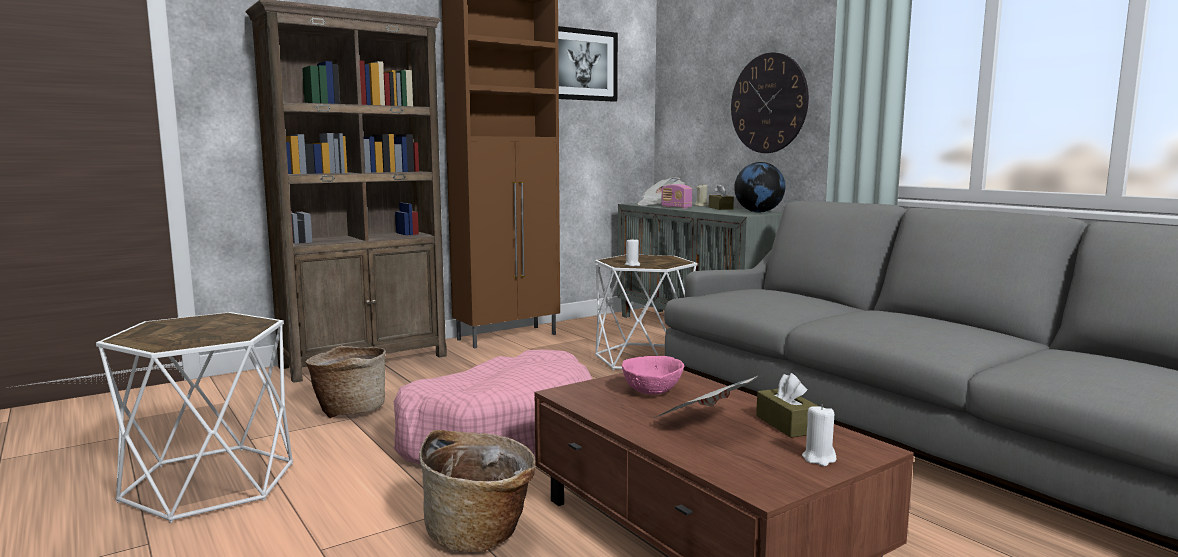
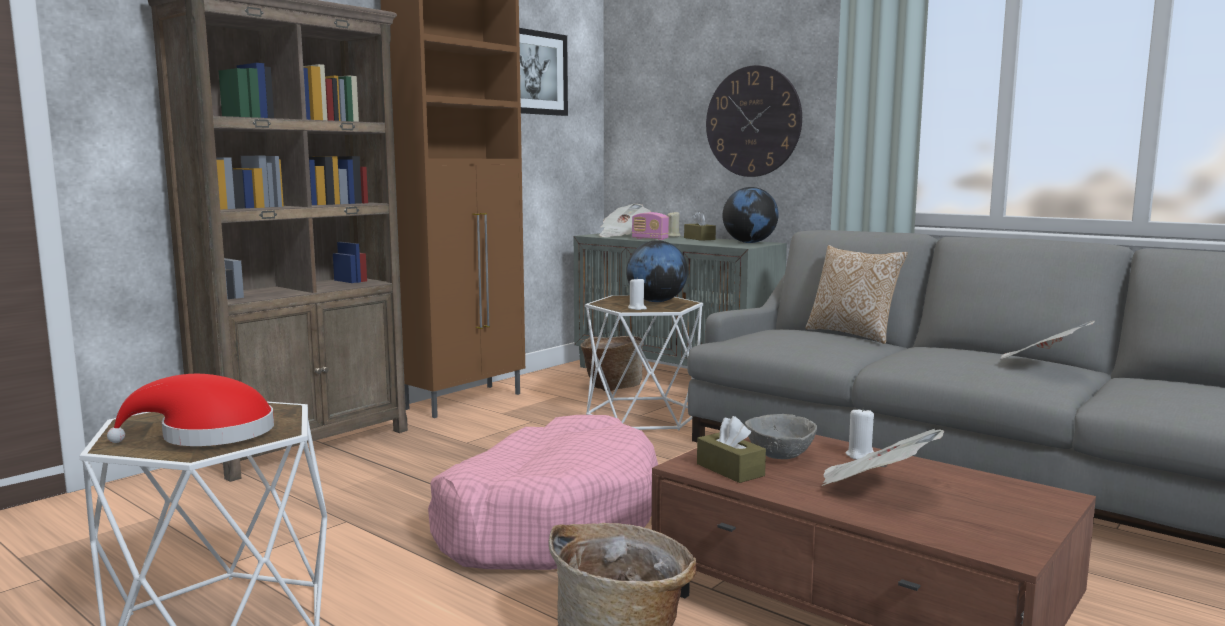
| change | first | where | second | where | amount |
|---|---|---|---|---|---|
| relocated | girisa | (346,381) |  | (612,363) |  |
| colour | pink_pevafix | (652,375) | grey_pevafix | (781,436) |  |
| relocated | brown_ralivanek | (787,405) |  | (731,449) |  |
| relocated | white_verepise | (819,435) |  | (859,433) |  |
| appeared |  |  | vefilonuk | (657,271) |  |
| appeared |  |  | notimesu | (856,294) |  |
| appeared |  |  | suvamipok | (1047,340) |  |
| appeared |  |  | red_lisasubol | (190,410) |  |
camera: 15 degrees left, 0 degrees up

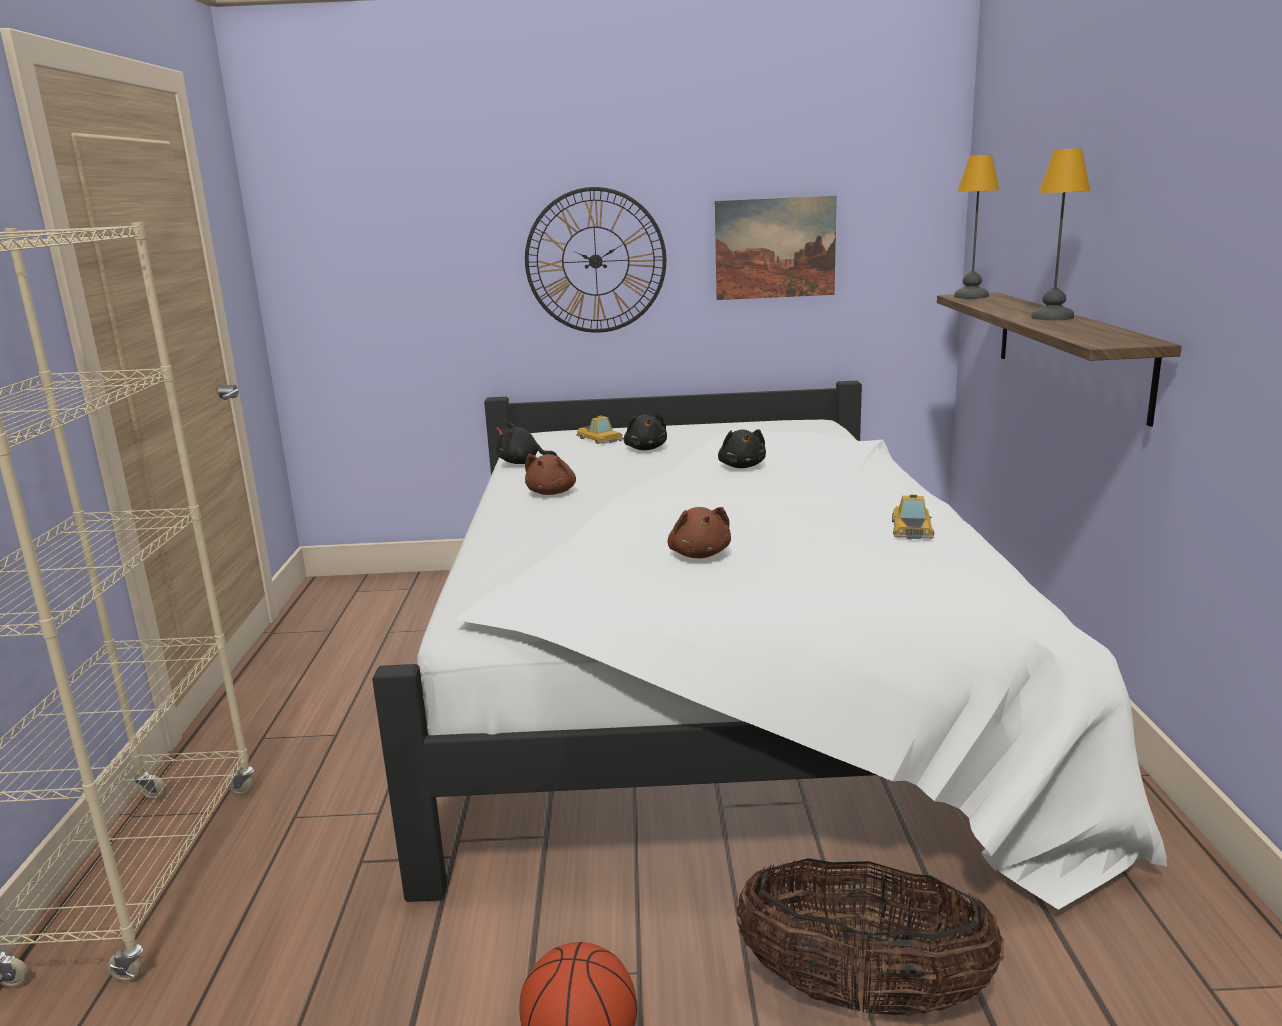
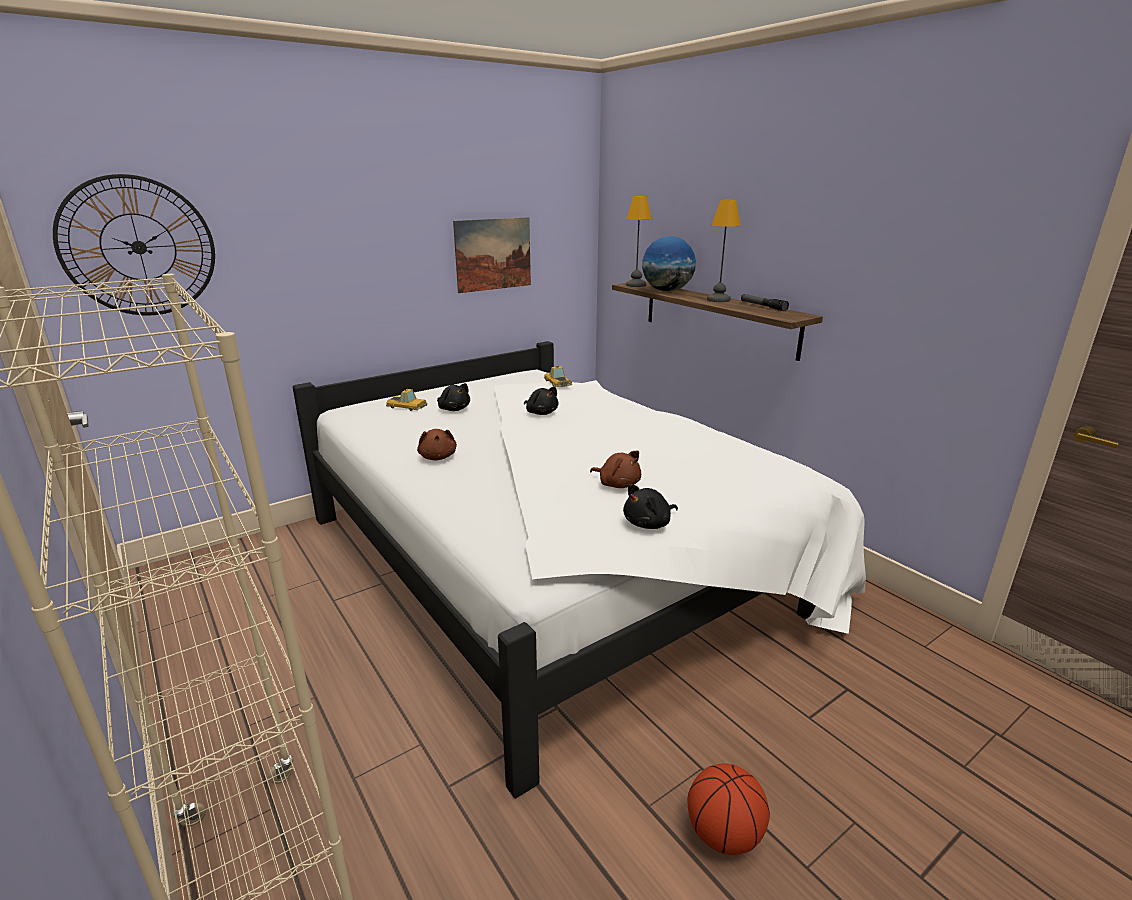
| change | first | where | second | where | amount |
|---|---|---|---|---|---|
| relocated | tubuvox | (595,260) |  | (134,245) |  |
| relocated | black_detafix | (526,443) |  | (650,506) |  |
| relocated | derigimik | (913,516) |  | (558,376) |  |
| missing | girisa | (870,937) |  |  |  |
| appeared |  |  | vefilonuk | (669,264) |  |
| appeared |  |  | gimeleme | (765,302) |  |
camera: 35 degrees left, 5 degrees up

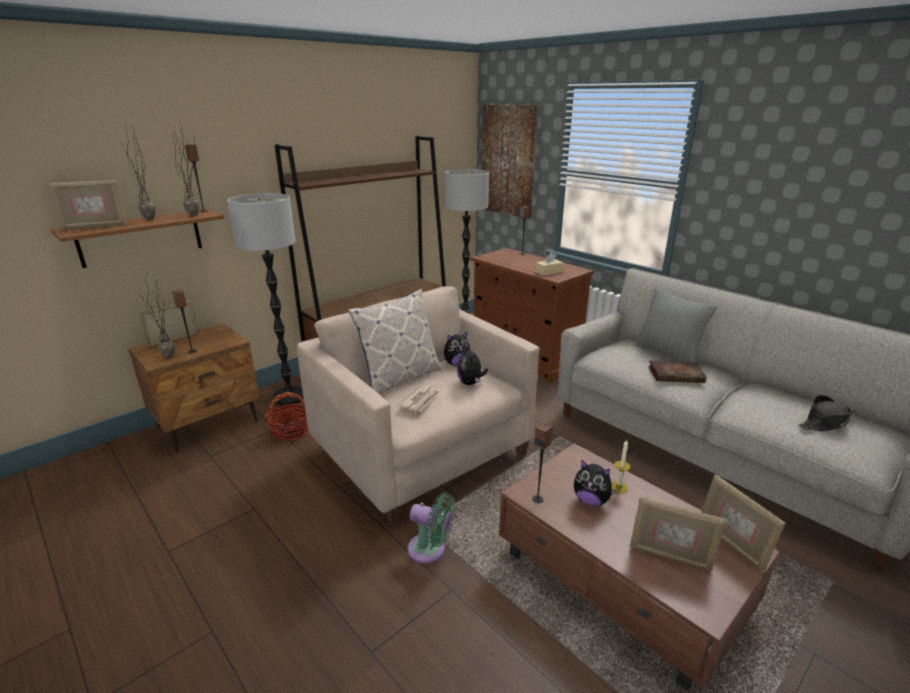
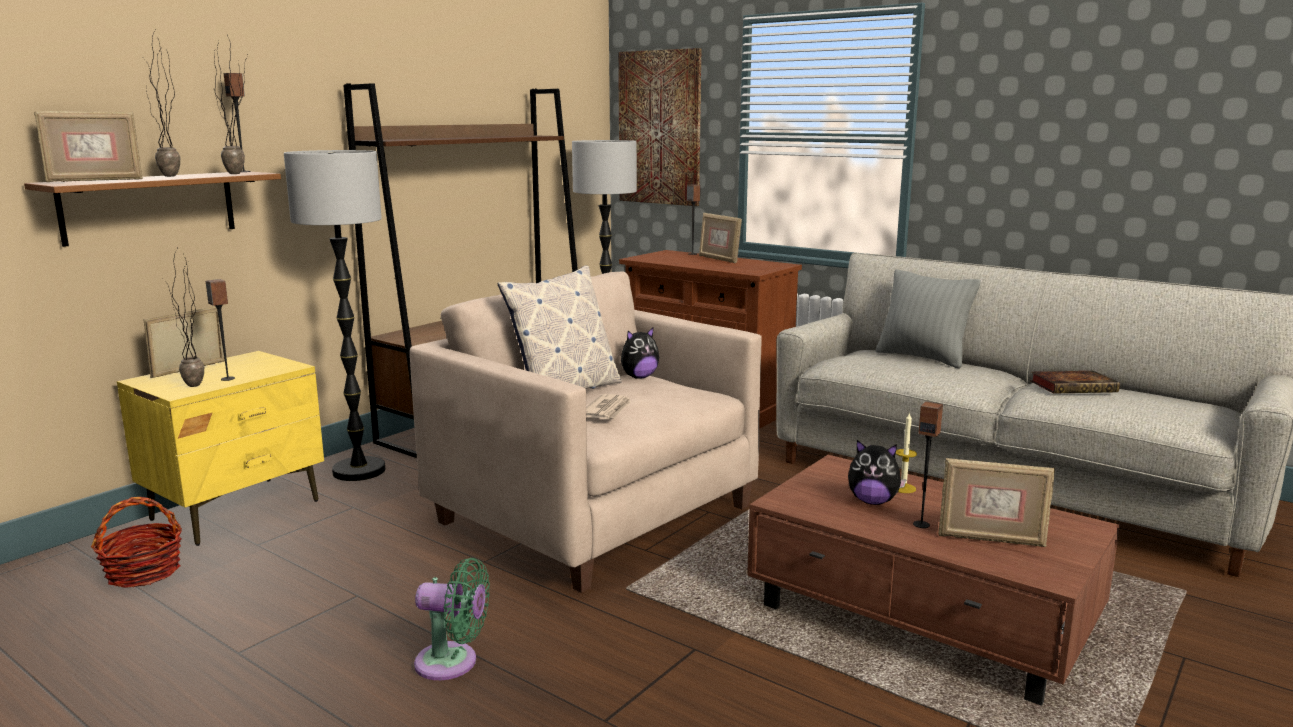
| change | first | where | second | where | amount |
|---|---|---|---|---|---|
| missing | beige_ralivanek | (549,264) |  |  |  |
| colour | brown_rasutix | (194,388) | yellow_rasutix | (220,448) |  |
| missing | detafix | (472,365) |  |  |  |
| relocated | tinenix | (677,372) |  | (1075,382) |  |
| relocated | girisa | (286,416) |  | (136,542) |  |
| missing | black_lisasubol | (827,413) |  |  |  |
| relocated | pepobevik | (542,462) |  | (928,464) |  |
| relocated | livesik | (743,523) |  | (720,238) |  |
| relocated | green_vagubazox | (431,528) |  | (452,619) |  |
camera: 10 degrees left, 10 degrees down

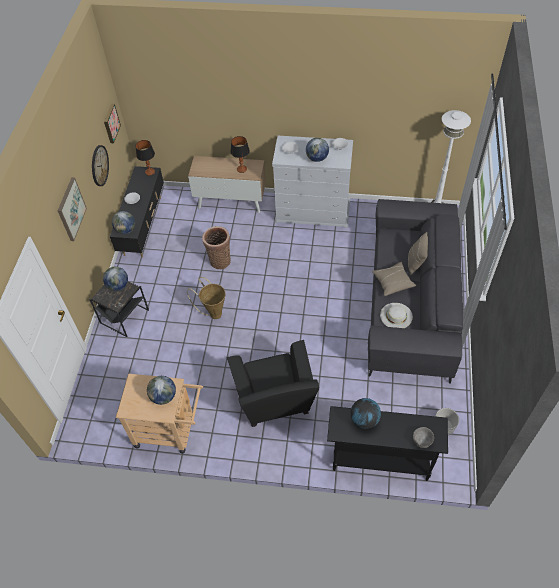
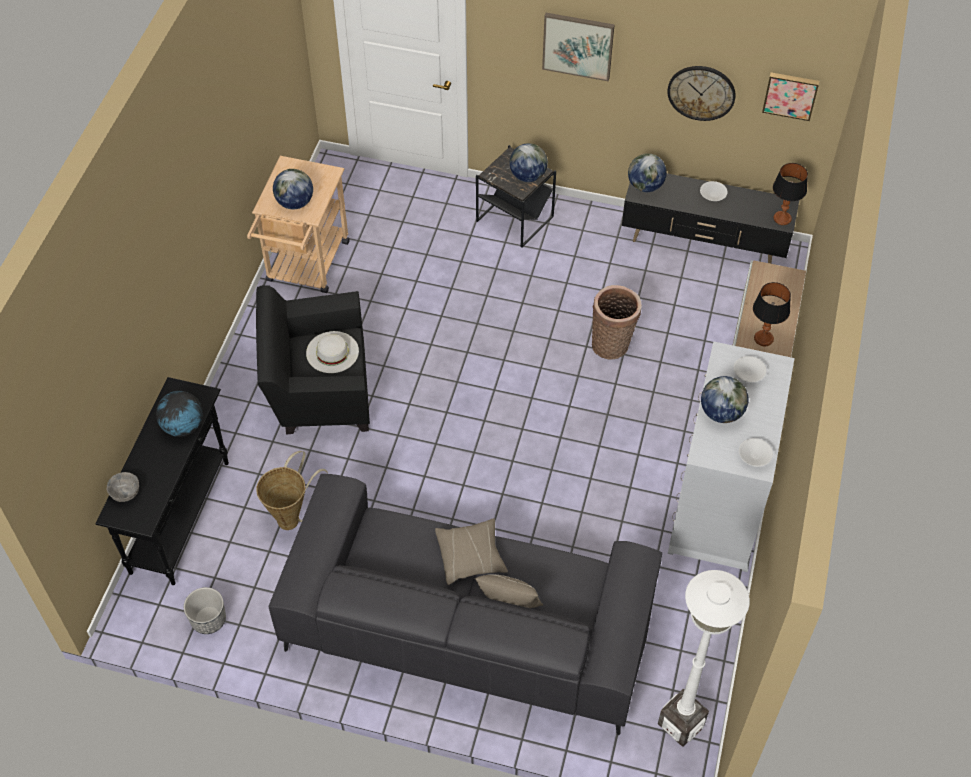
| change | first | where | second | where | amount |
|---|---|---|---|---|---|
| relocated | girisa | (206,298) |  | (292,490) |  |
| relocated | white_lisasubol | (396,315) |  | (332,352) |  |
camera: 95 degrees right, 0 degrees up

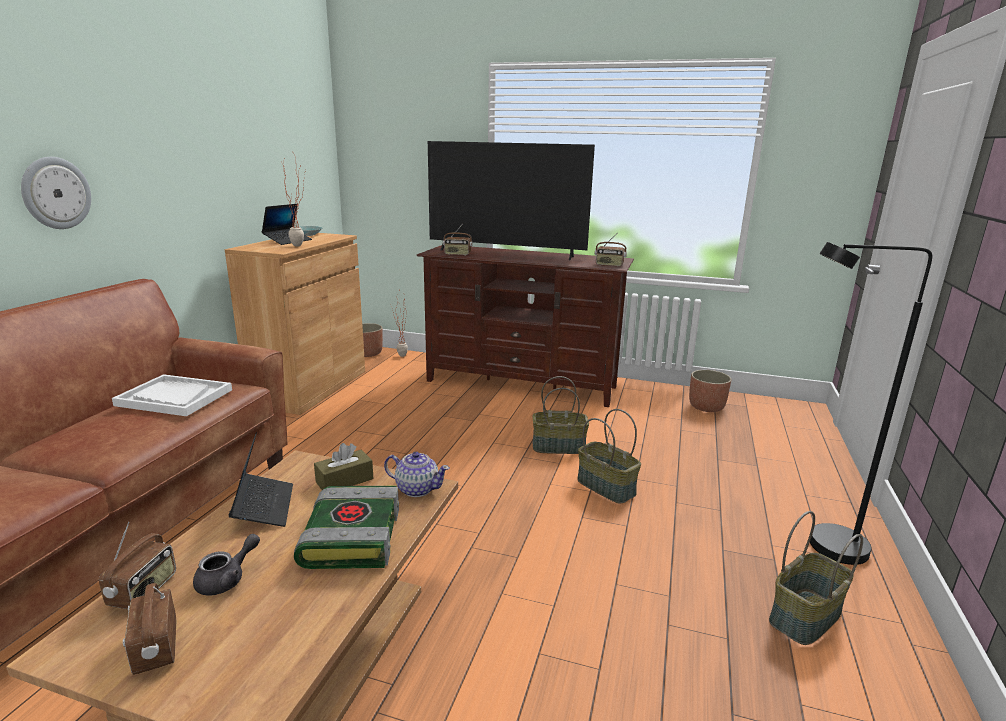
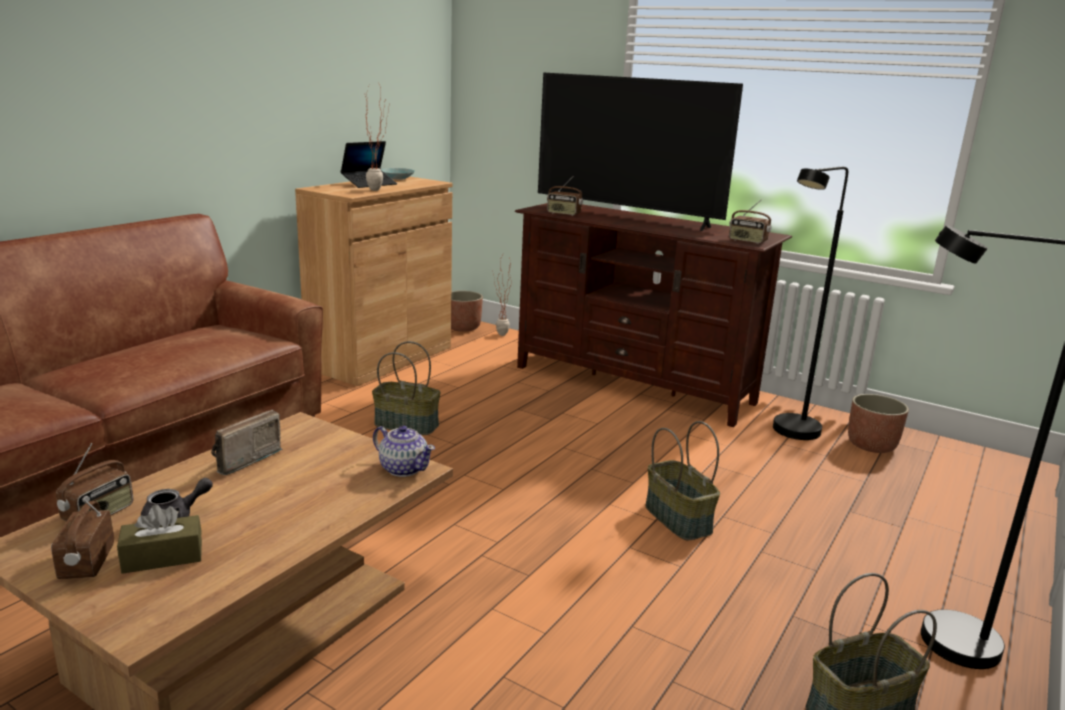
| change | first | where | second | where | amount |
|---|---|---|---|---|---|
| missing | tubuvox | (56,193) |  |  |  |
| missing | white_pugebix | (172,395) |  |  |  |
| relocated | girisa | (560,415) |  | (406,388) |  |
| exchanged | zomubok | (261,479) | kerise | (247,442) |  |
| relocated | brown_ralivanek | (344,466) |  | (159,539) |  |
| missing | tinenix | (346,527) |  |  |  |
| appeared |  |  | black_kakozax | (810,303) |  |
camera: 15 degrees right, 0 degrees up

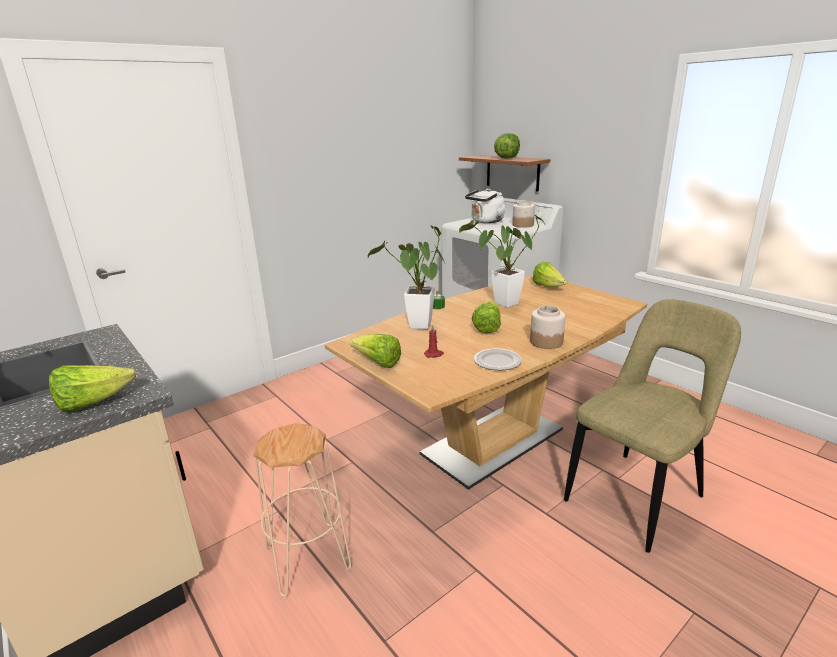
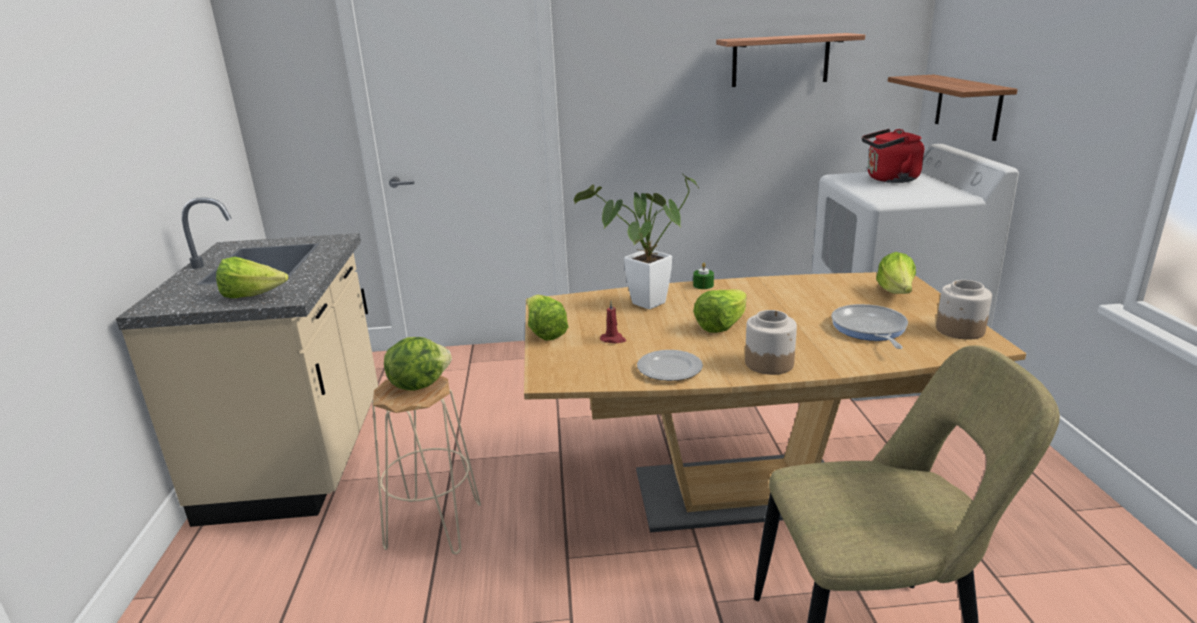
| change | first | where | second | where | amount |
|---|---|---|---|---|---|
| relocated | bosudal | (507,146) |  | (418,364) |  |
| colour | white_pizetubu | (485,206) | red_pizetubu | (893,156) |  |
| relocated | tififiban | (523,214) |  | (964,310) |  |
| missing | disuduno | (502,261) |  |  |  |
| appeared |  |  | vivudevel | (790,60) |  |
| appeared |  |  | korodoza | (869,326) |  |
camera: 35 degrees right, 0 degrees up

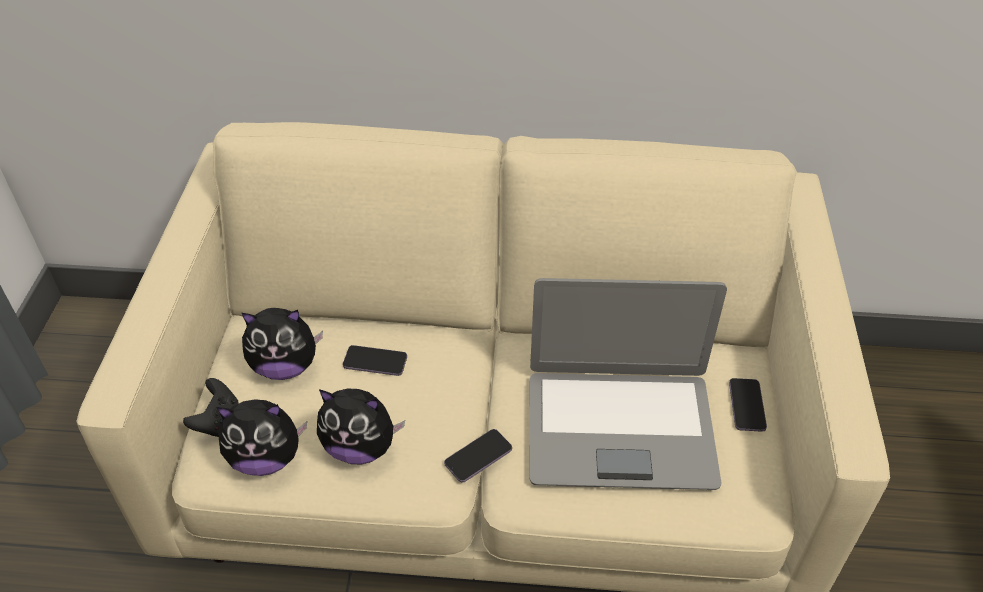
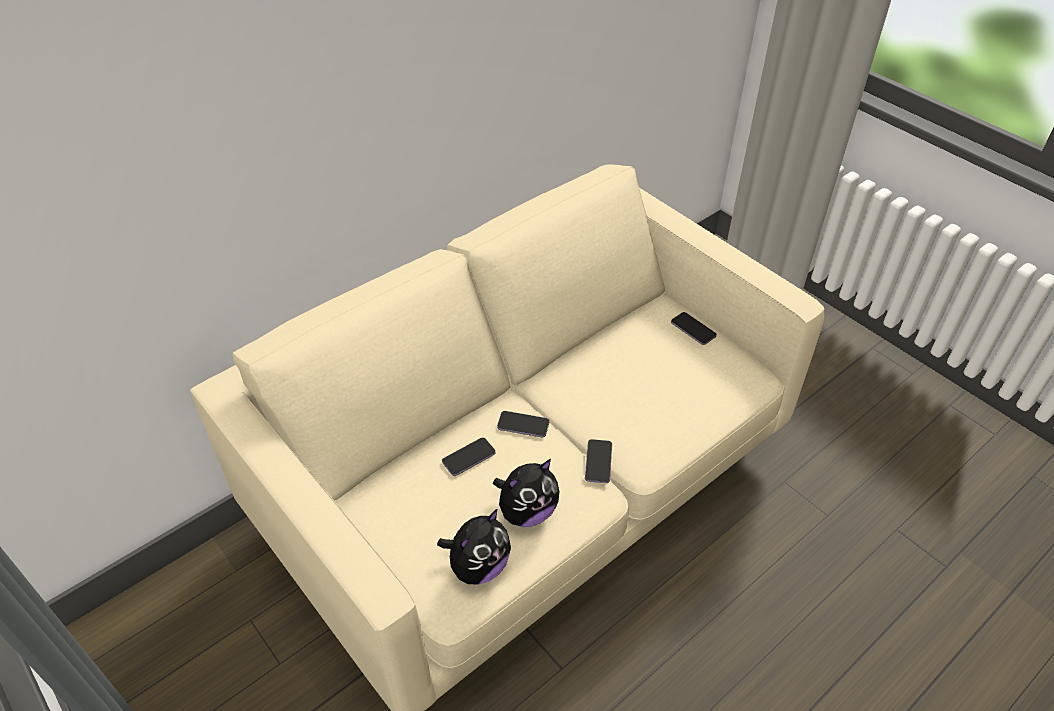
| change | first | where | second | where | amount |
|---|---|---|---|---|---|
| missing | zomubok | (628,384) |  |  |  |
| missing | detafix | (282,344) |  |  |  |
| missing | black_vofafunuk | (211,407) |  |  |  |
| appeared |  |  | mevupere | (523,424) |  |
camera: 45 degrees left, 0 degrees up

